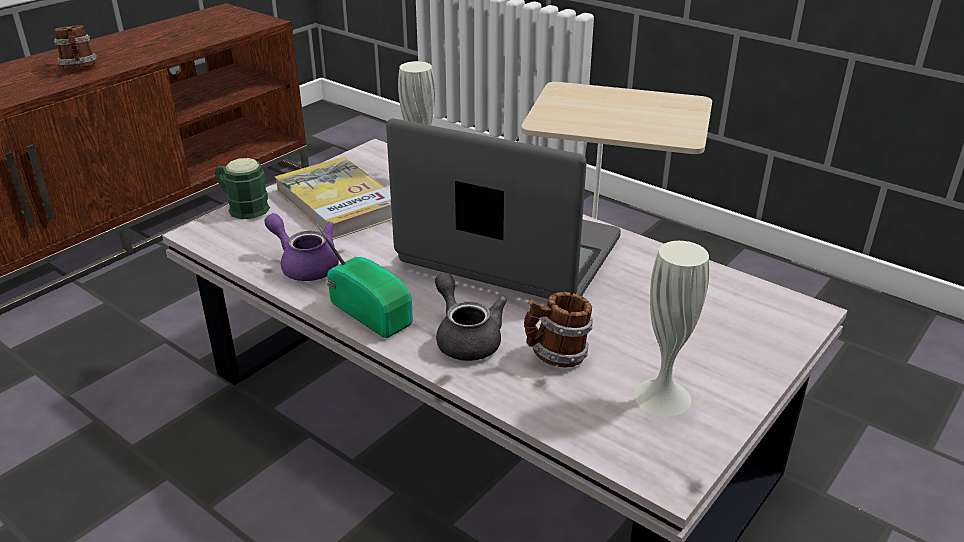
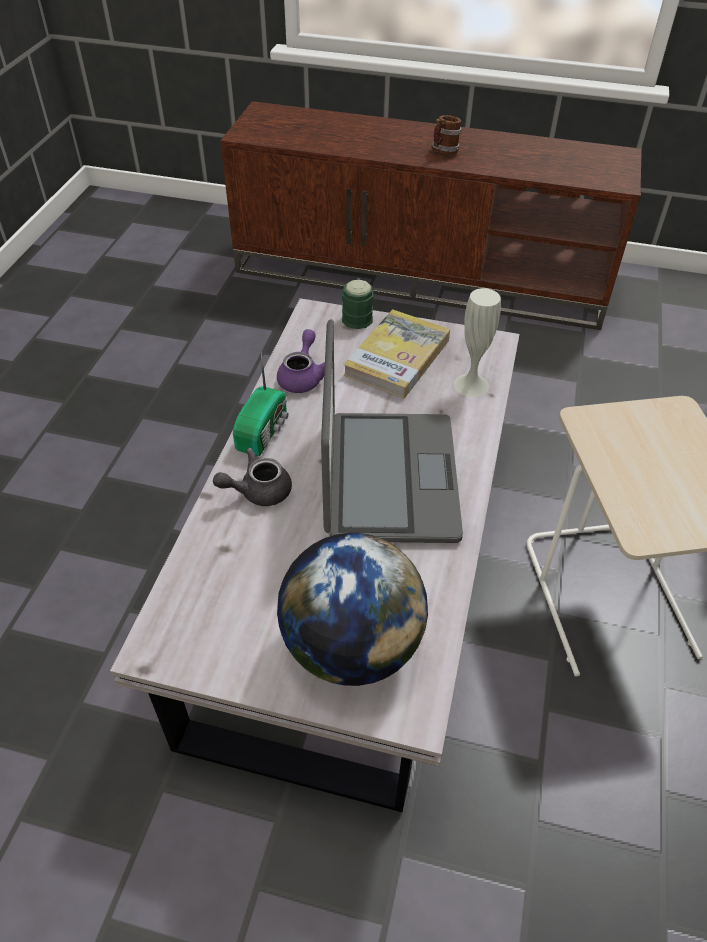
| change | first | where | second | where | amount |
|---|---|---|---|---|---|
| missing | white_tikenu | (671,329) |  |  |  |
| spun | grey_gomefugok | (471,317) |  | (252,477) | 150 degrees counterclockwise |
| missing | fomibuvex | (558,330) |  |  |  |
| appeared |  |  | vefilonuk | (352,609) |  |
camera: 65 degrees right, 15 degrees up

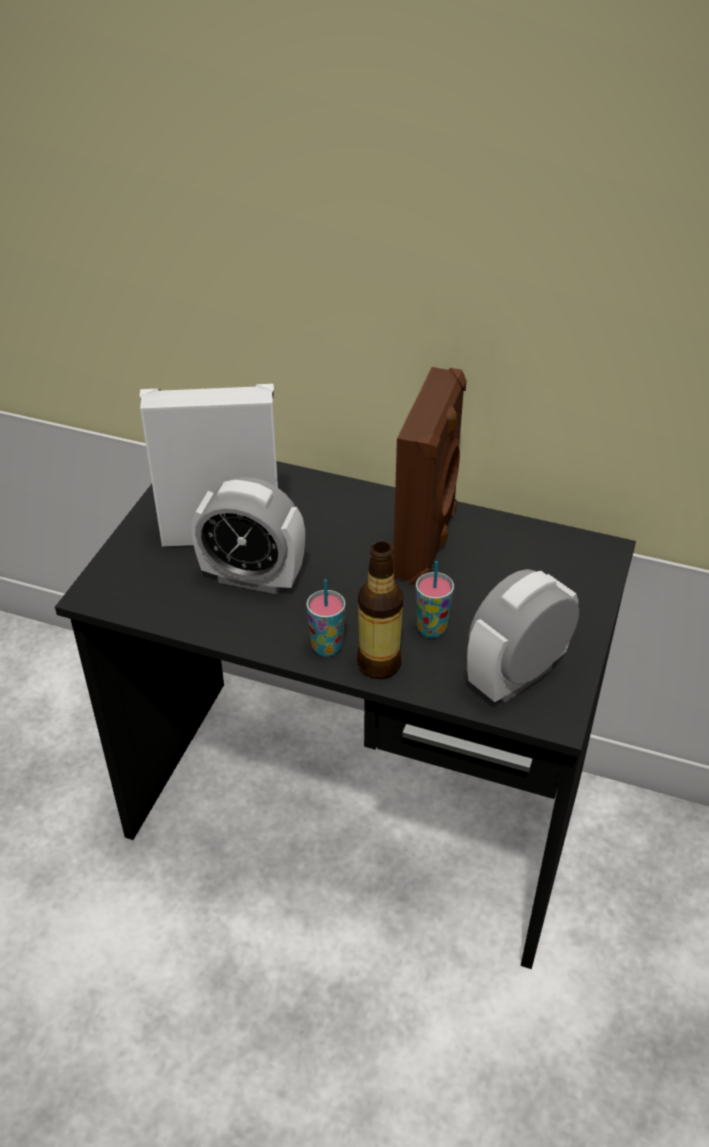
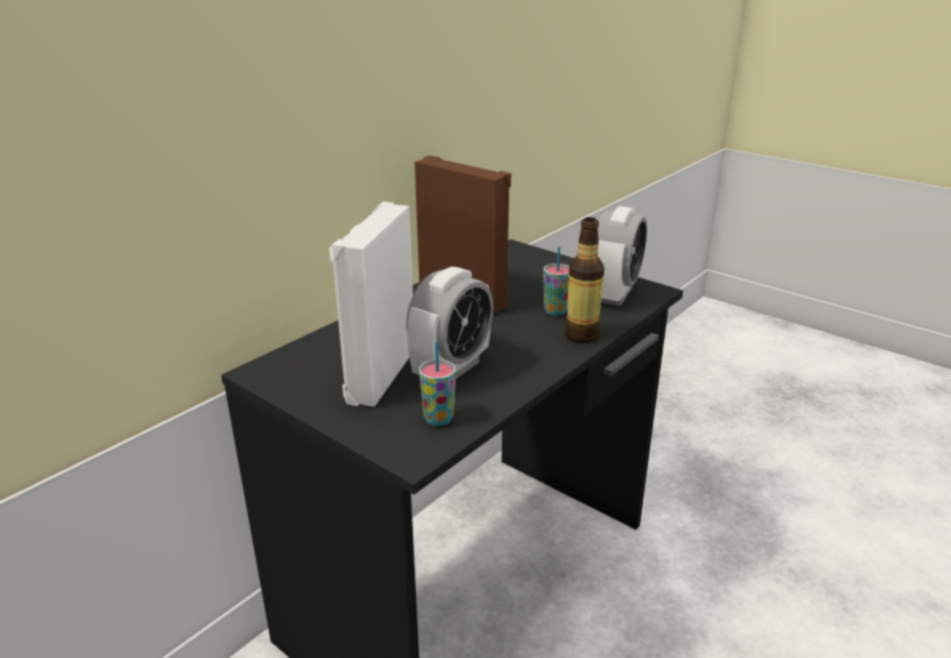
| change | first | where | second | where | amount |
|---|---|---|---|---|---|
| spun | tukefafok | (523,636) |  | (622,256) | 135 degrees counterclockwise |
| relocated | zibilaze | (326,618) |  | (437,384) |  |
camera: 70 degrees left, 15 degrees down

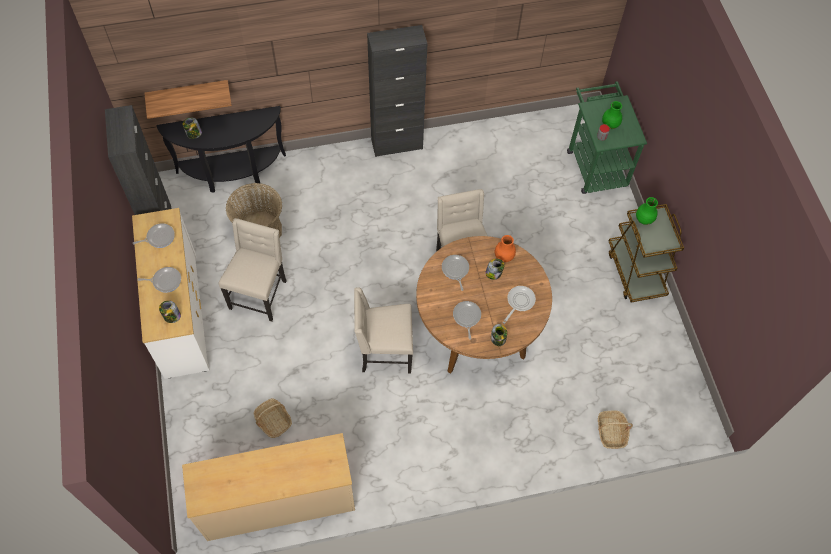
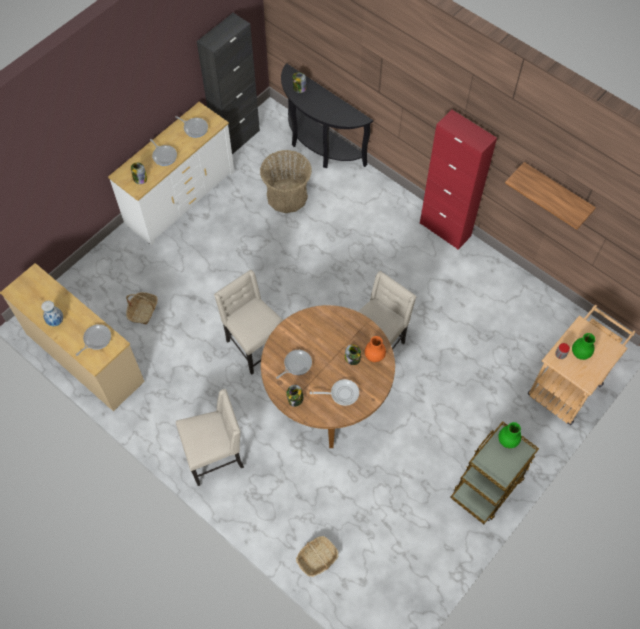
| change | first | where | second | where | amount |
|---|---|---|---|---|---|
| colour | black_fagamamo | (397,91) | red_fagamamo | (458,180) |  |
| relocated | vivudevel | (188,99) |  | (550,196) |  |
| colour | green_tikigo | (607,137) | beige_tikigo | (582,365) |  |
| relocated | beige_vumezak | (252,269) |  | (210,437) |  |
| relocated | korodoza | (455,273) |  | (93,340) |  |
| appeared |  |  | tikenu | (52,313) |  |
camera: 55 degrees right, 0 degrees up

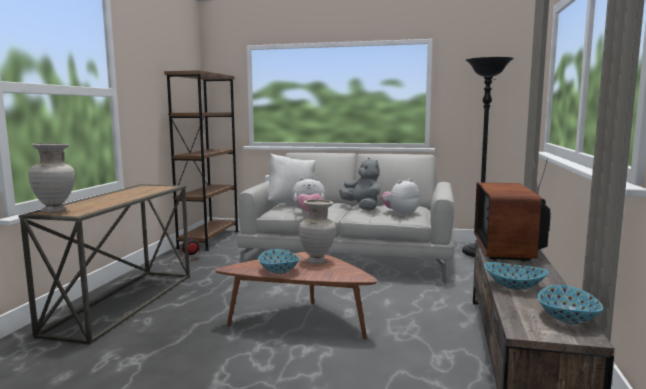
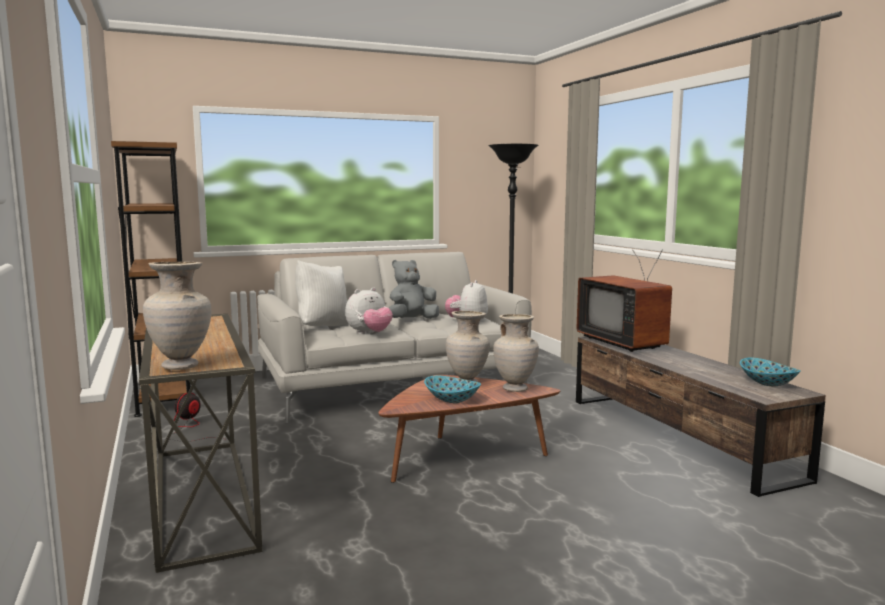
| change | first | where | second | where | amount |
|---|---|---|---|---|---|
| spun | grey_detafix | (359,184) |  | (414,289) | 60 degrees counterclockwise |
| missing | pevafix | (516,276) |  |  |  |
| appeared |  |  | beige_tikenu | (516,353) |  |
camera: 35 degrees left, 0 degrees up

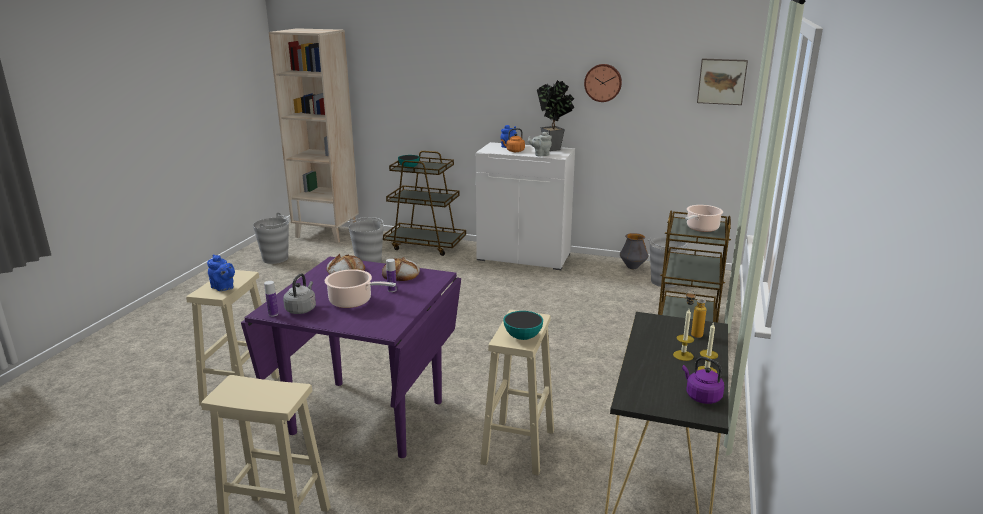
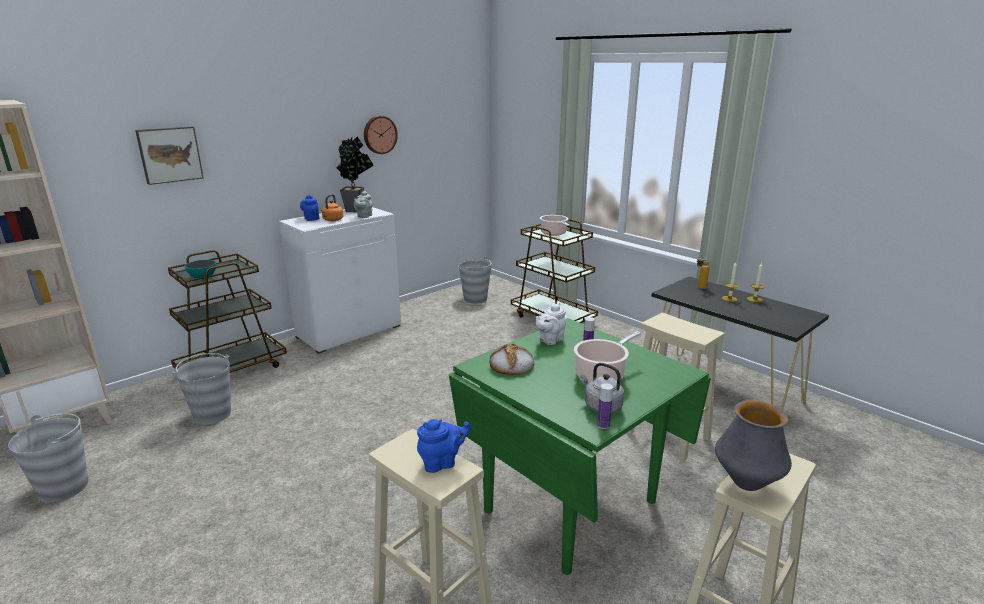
| change | first | where | second | where | amount |
|---|---|---|---|---|---|
| relocated | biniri | (722,81) |  | (169,155) |  |
| relocated | tikenu | (634,251) |  | (753,445) |  |
| colour | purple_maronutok | (351,357) | green_maronutok | (580,446) |  |
| exchanged | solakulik | (401,269) | white_gomefugok | (551,324) |  |
| missing | pevafix | (523,325) |  |  |  |
| missing | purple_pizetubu | (703,380) |  |  |  |
camera: 60 degrees left, 0 degrees up

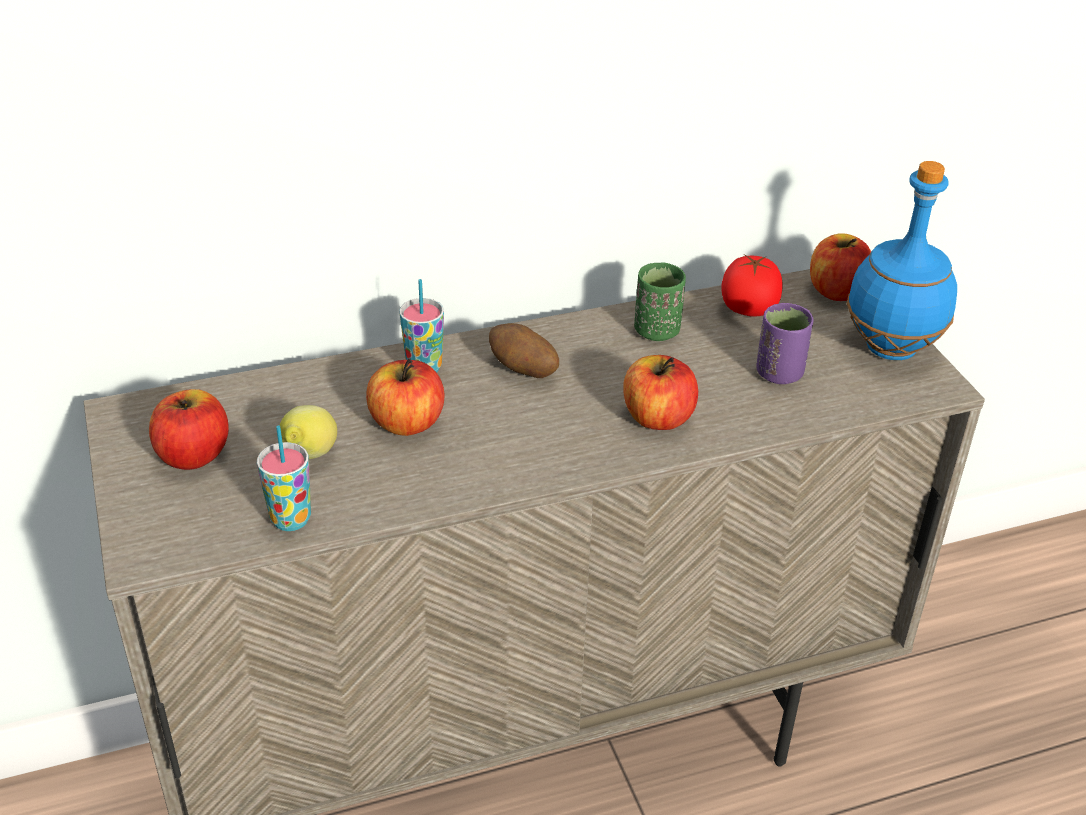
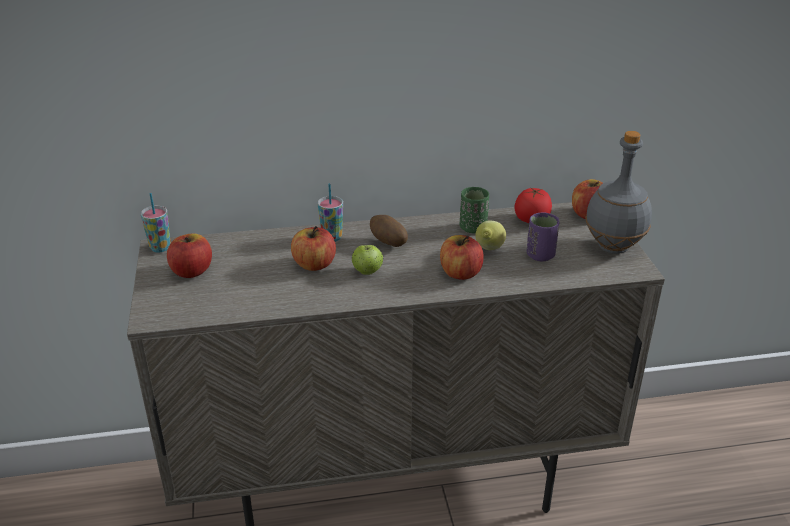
| change | first | where | second | where | amount |
|---|---|---|---|---|---|
| colour | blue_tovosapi | (902,260) | grey_tovosapi | (618,192) |  |
| relocated | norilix | (308,432) |  | (490,235) |  |
| relocated | zibilaze | (284,478) |  | (156,223) |  |
| appeared |  |  | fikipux | (367,260) |  |
camera: 10 degrees right, 5 degrees down

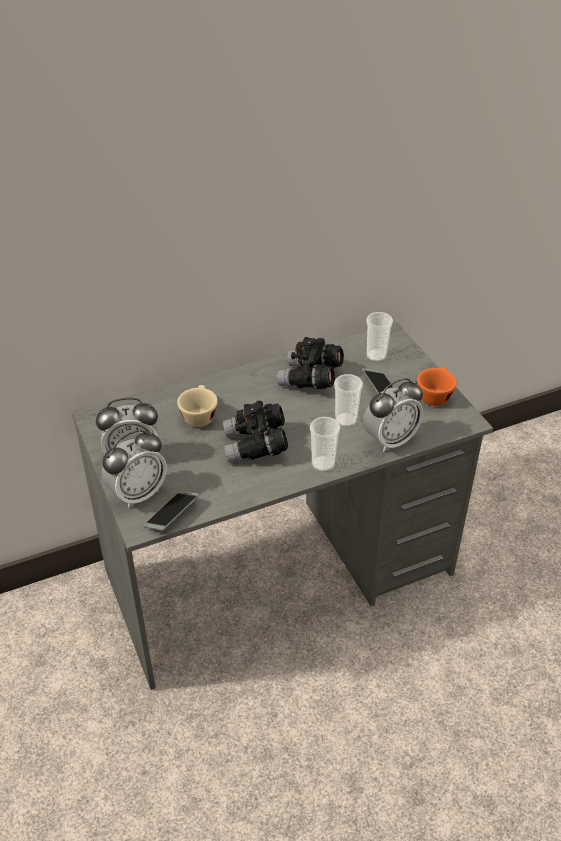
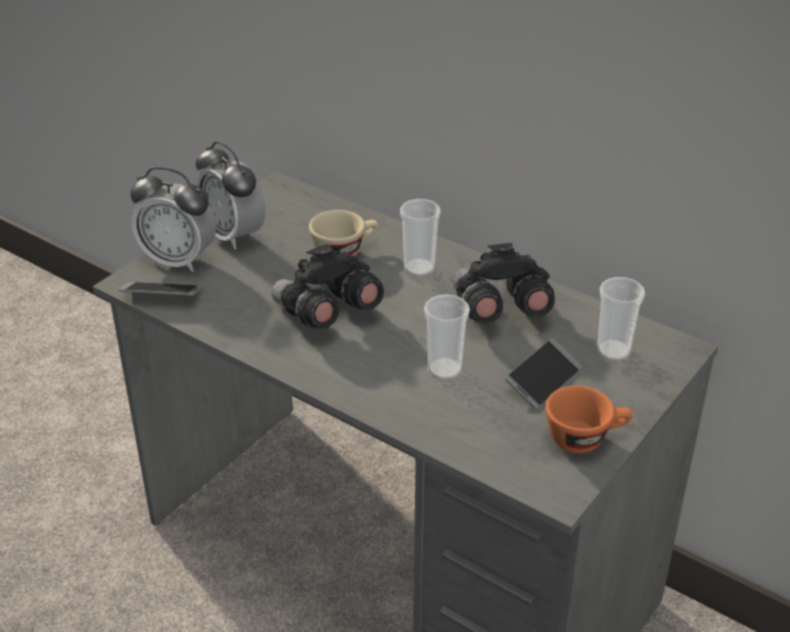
| change | first | where | second | where | amount |
|---|---|---|---|---|---|
| missing | tukefafok | (393,415) |  |  |  |
| relocated | zibilaze | (325,444) |  | (420,238) |  |
camera: 60 degrees right, 5 degrees down

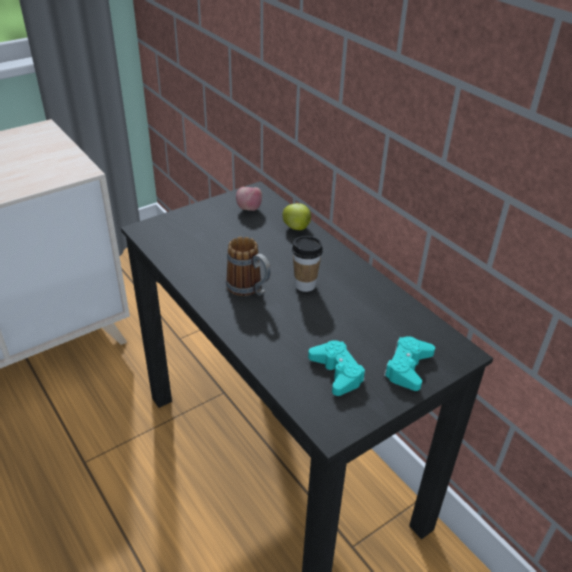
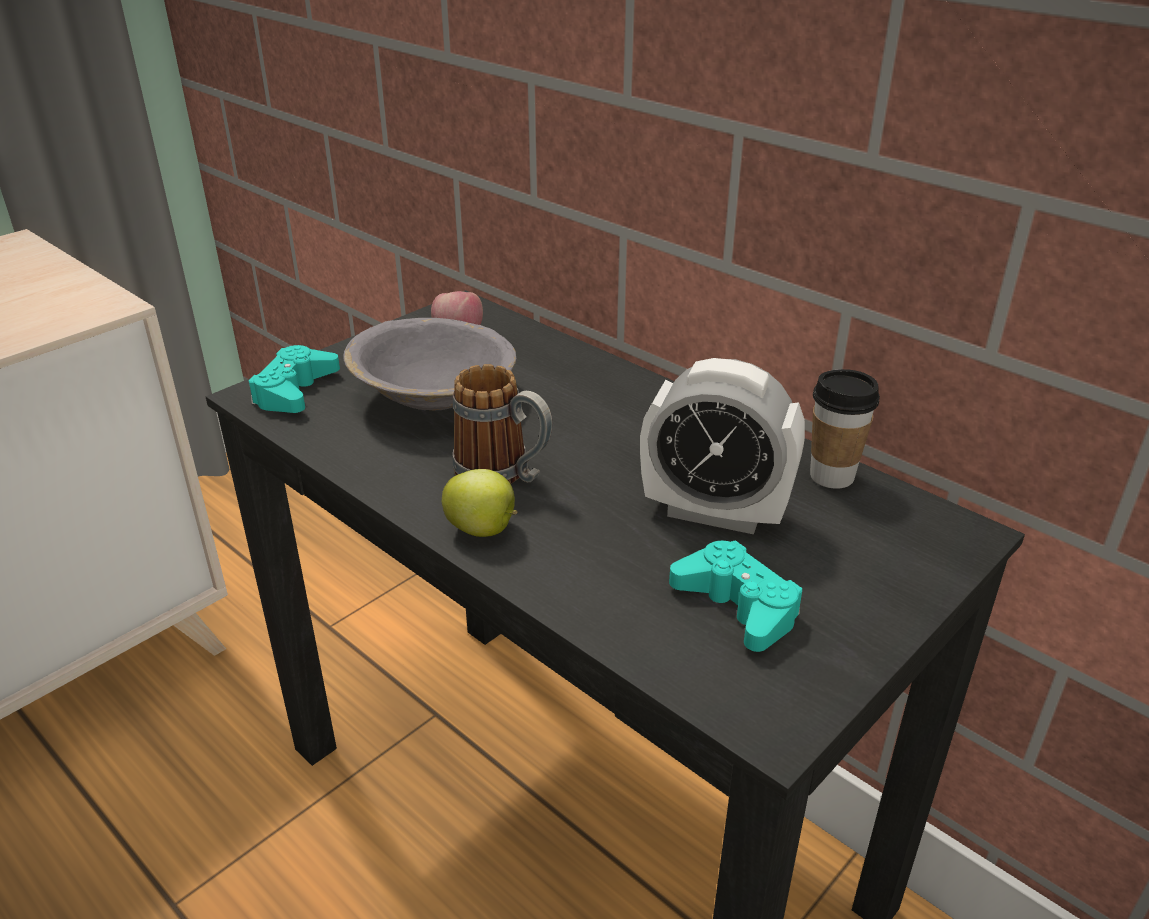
| change | first | where | second | where | amount |
|---|---|---|---|---|---|
| relocated | fikipux | (296,216) |  | (479,503) |  |
| relocated | zibilaze | (307,264) |  | (845,429) |  |
| relocated | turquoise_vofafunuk | (409,363) |  | (294,379) |  |
| appeared |  |  | grey_pevafix | (430,364) |  |
| appeared |  |  | tukefafok | (722,446) |  |
camera: 10 degrees left, 5 degrees down

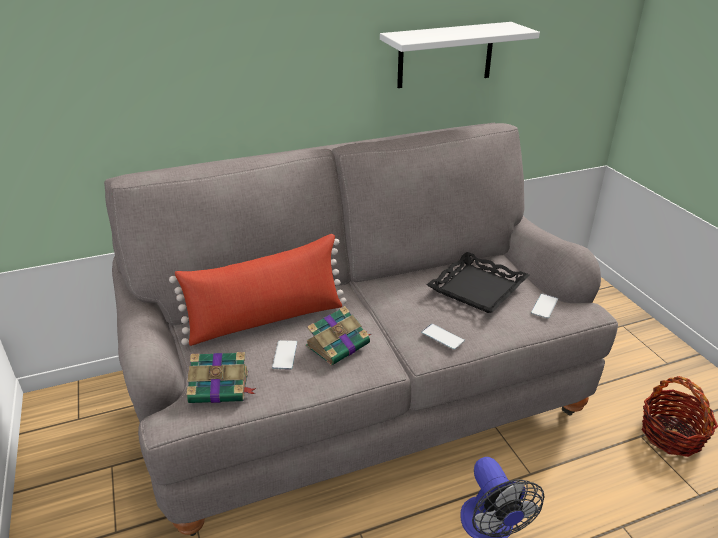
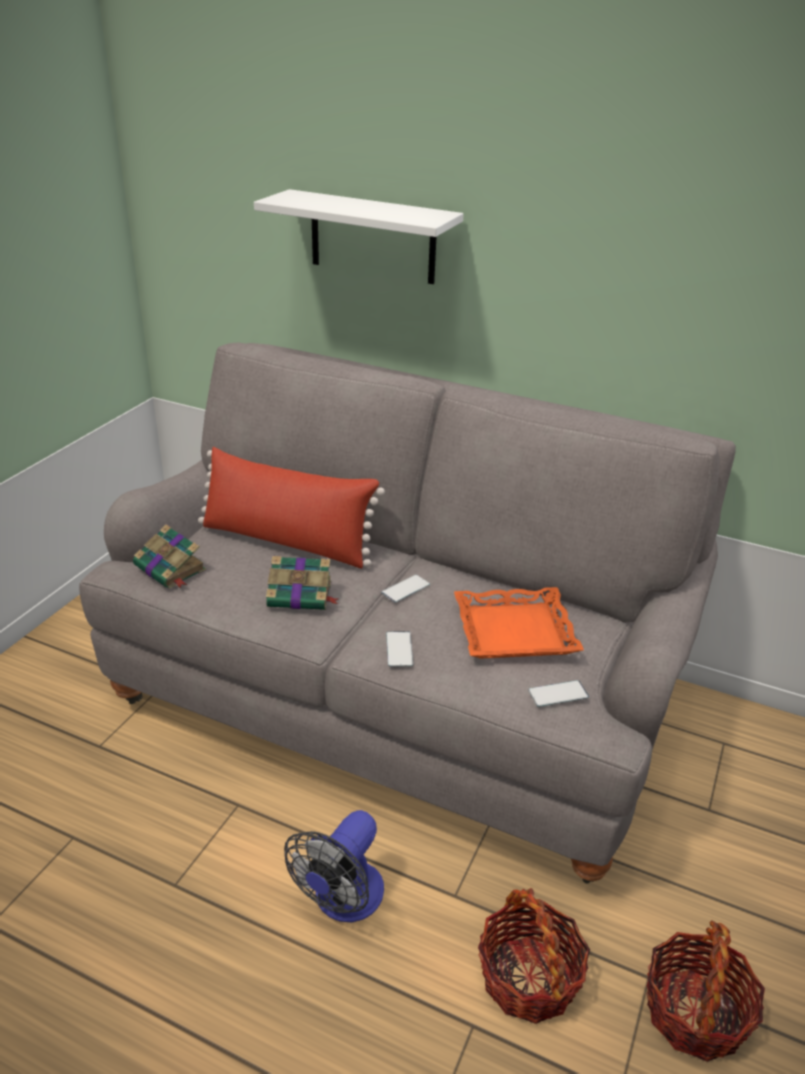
| change | first | where | second | where | amount |
|---|---|---|---|---|---|
| relocated | white_vivudevel | (460,55) |  | (359,236) |  |
| colour | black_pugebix | (478,282) | orange_pugebix | (519,623) |  |
| relocated | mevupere | (284,354) |  | (405,588) |  |
| appeared |  |  | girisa | (534,956) |  |
camera: 45 degrees right, 0 degrees up

